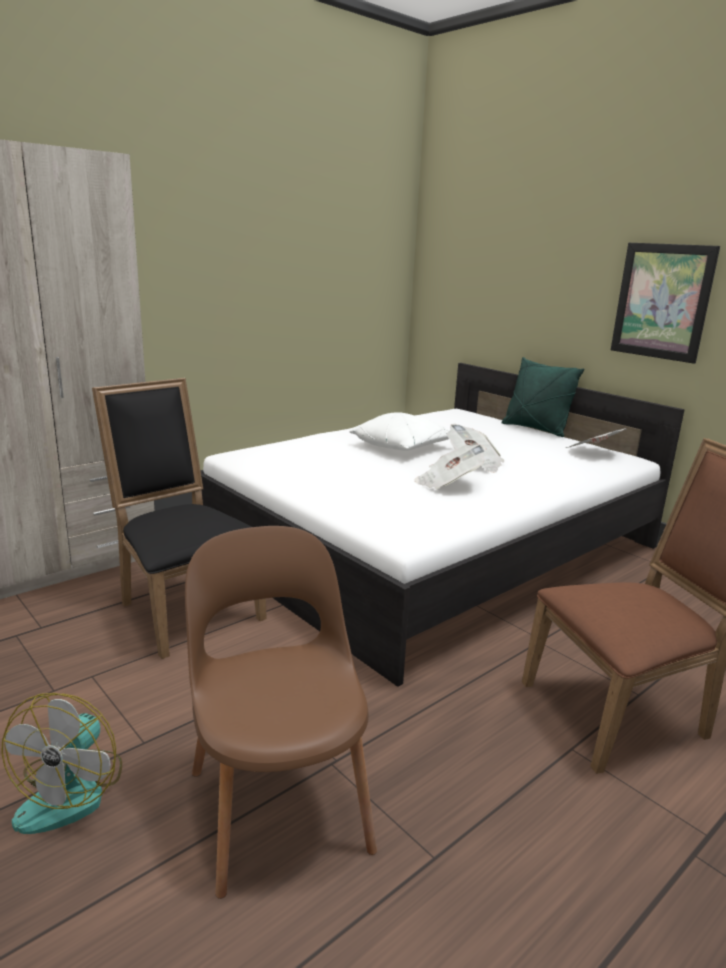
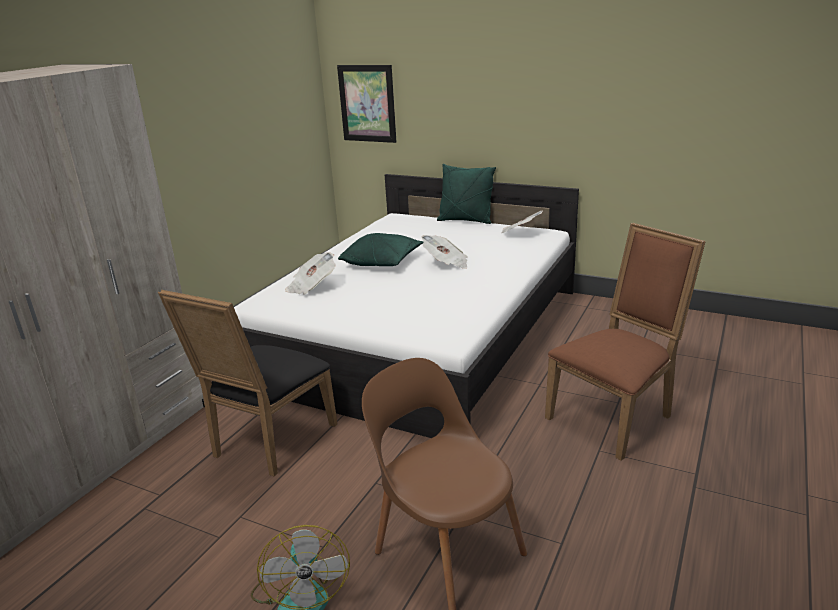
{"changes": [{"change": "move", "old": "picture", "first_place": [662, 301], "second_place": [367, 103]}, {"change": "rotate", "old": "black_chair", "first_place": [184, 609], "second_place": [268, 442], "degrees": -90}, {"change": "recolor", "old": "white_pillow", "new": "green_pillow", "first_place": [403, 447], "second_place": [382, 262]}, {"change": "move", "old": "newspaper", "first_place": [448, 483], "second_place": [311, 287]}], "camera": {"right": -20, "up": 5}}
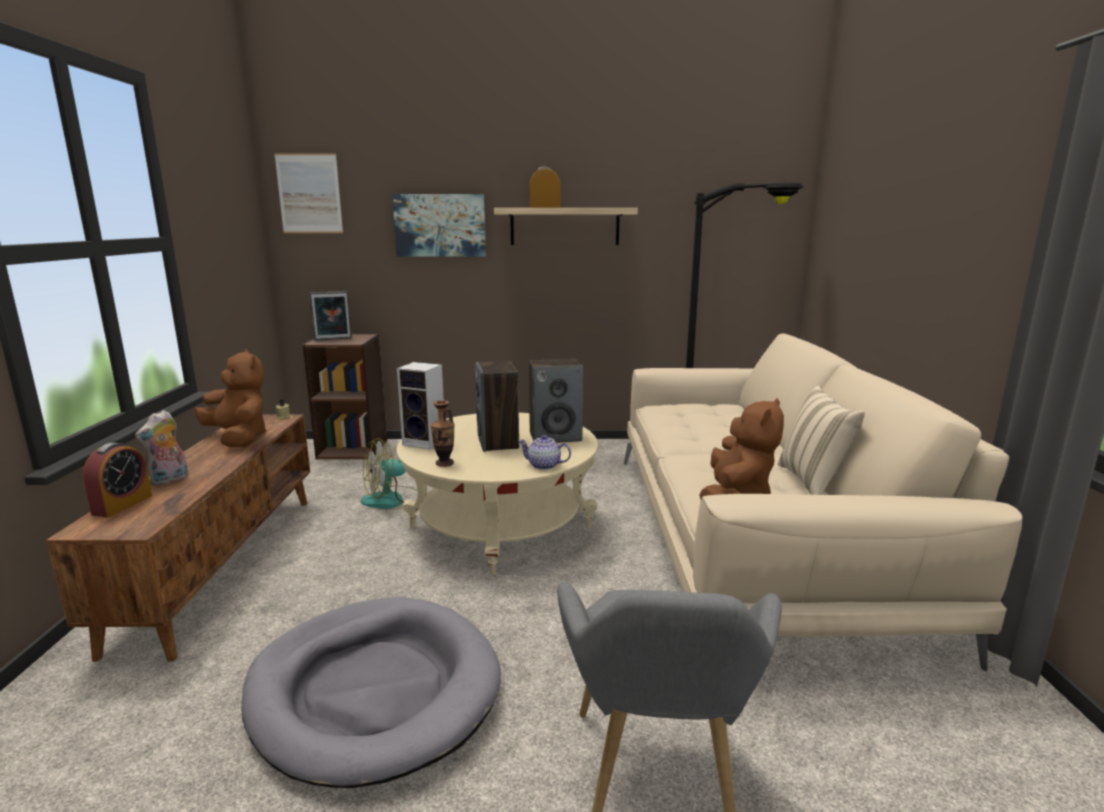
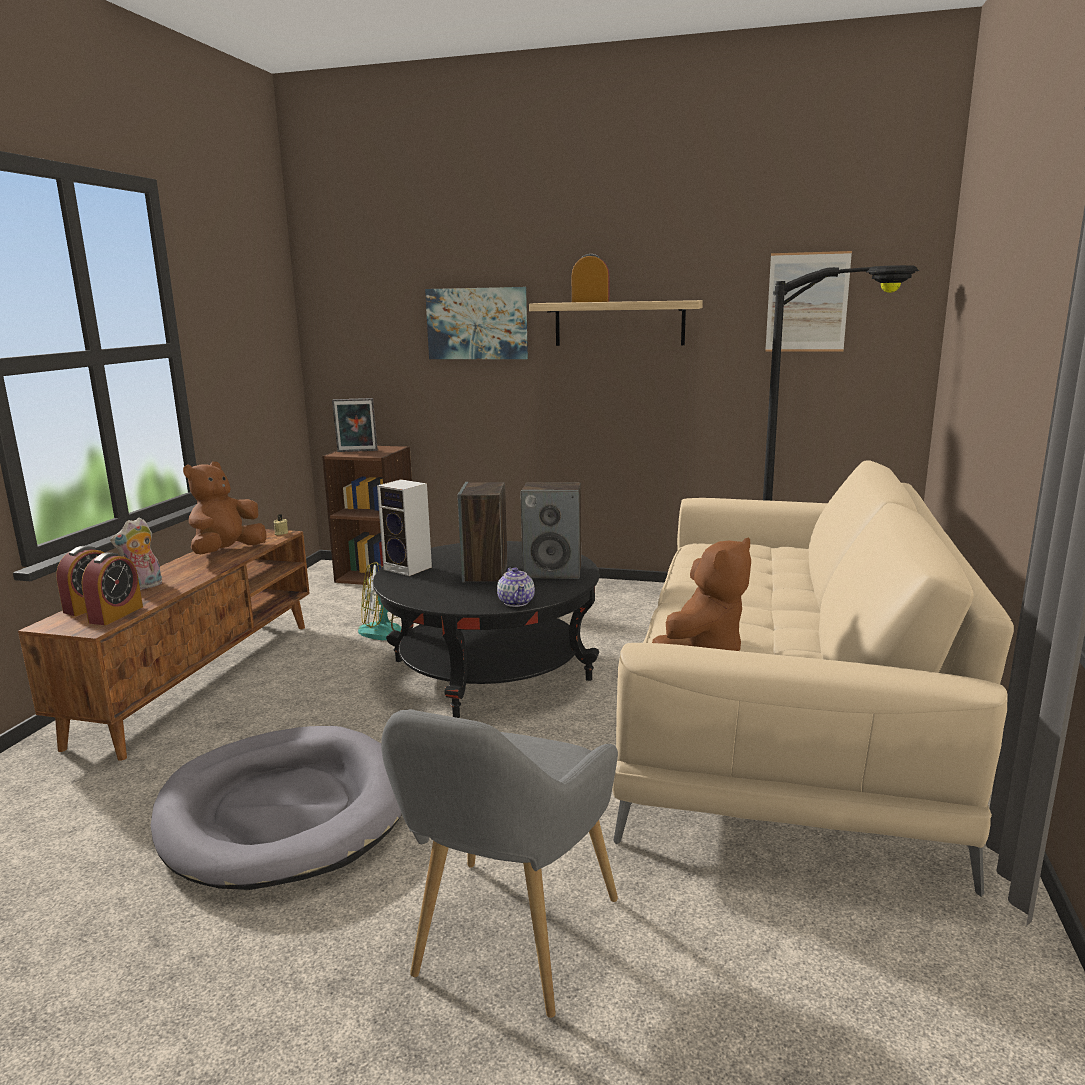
{"changes": [{"change": "move", "old": "picture", "first_place": [309, 193], "second_place": [807, 302]}, {"change": "rotate", "old": "brown_plush_toy", "first_place": [239, 439], "second_place": [227, 552], "degrees": -120}, {"change": "delete", "old": "beige_pillow", "first_place": [813, 482]}, {"change": "delete", "old": "vase", "first_place": [444, 463]}, {"change": "recolor", "old": "beige_coffee_table", "new": "black_coffee_table", "first_place": [500, 526], "second_place": [490, 670]}, {"change": "rotate", "old": "teapot", "first_place": [544, 465], "second_place": [516, 602], "degrees": -135}, {"change": "insert", "new": "alarm_clock", "second_place": [116, 614]}], "camera": {"right": 15, "up": 0}}
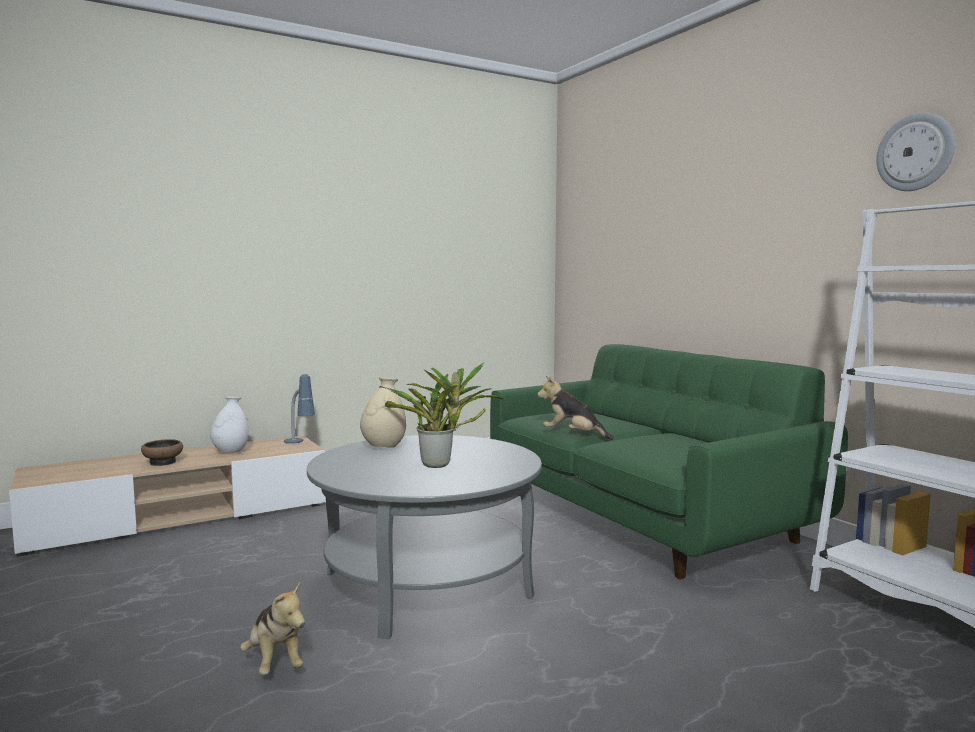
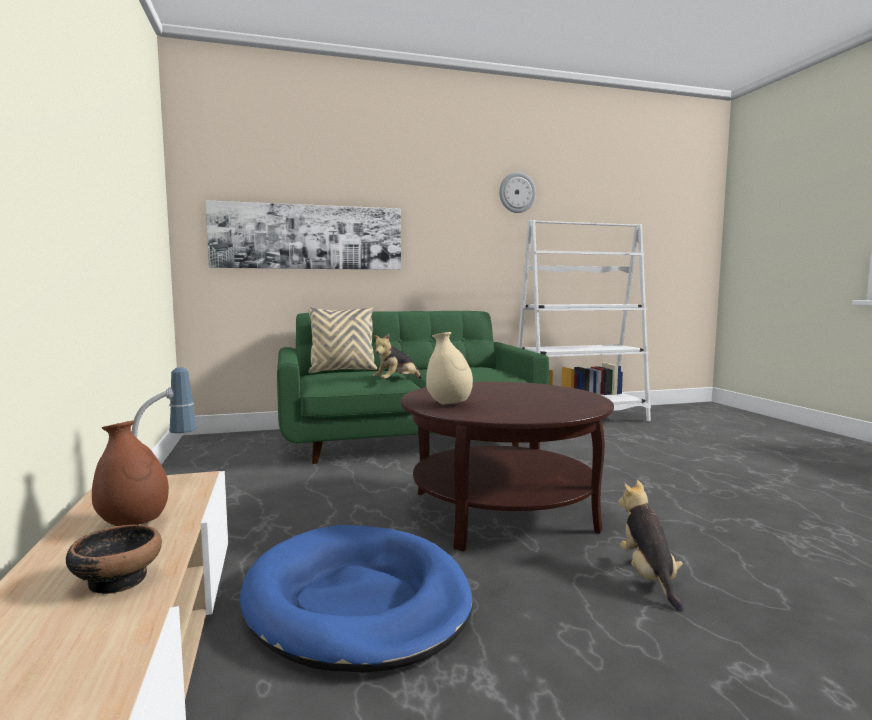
{"changes": [{"change": "delete", "old": "potted_plant", "first_place": [440, 465]}, {"change": "recolor", "old": "white_vase", "new": "brown_vase", "first_place": [230, 452], "second_place": [133, 524]}, {"change": "recolor", "old": "grey_coffee_table", "new": "brown_coffee_table", "first_place": [427, 584], "second_place": [503, 510]}, {"change": "rotate", "old": "plush_toy", "first_place": [275, 662], "second_place": [648, 576], "degrees": -75}, {"change": "insert", "new": "picture", "second_place": [308, 237]}, {"change": "insert", "new": "beige_pillow", "second_place": [342, 370]}, {"change": "insert", "new": "blue_dog_bed", "second_place": [357, 601]}], "camera": {"right": -75, "up": 0}}
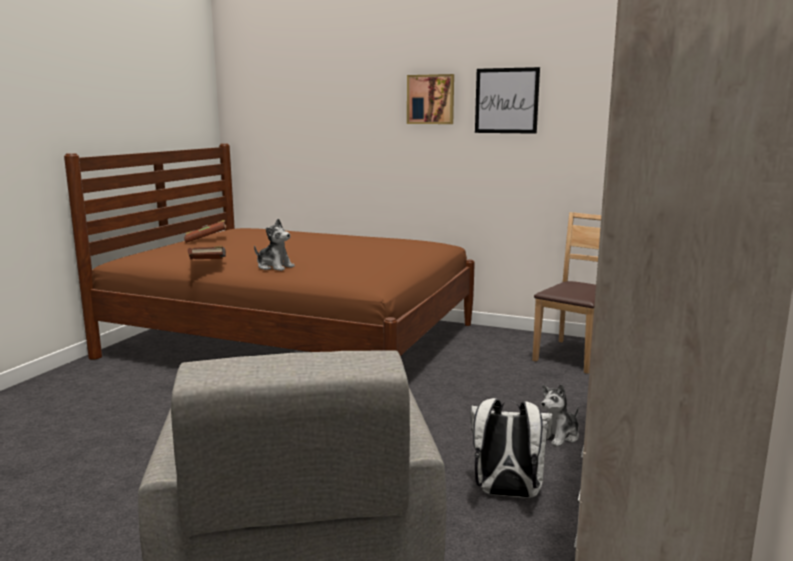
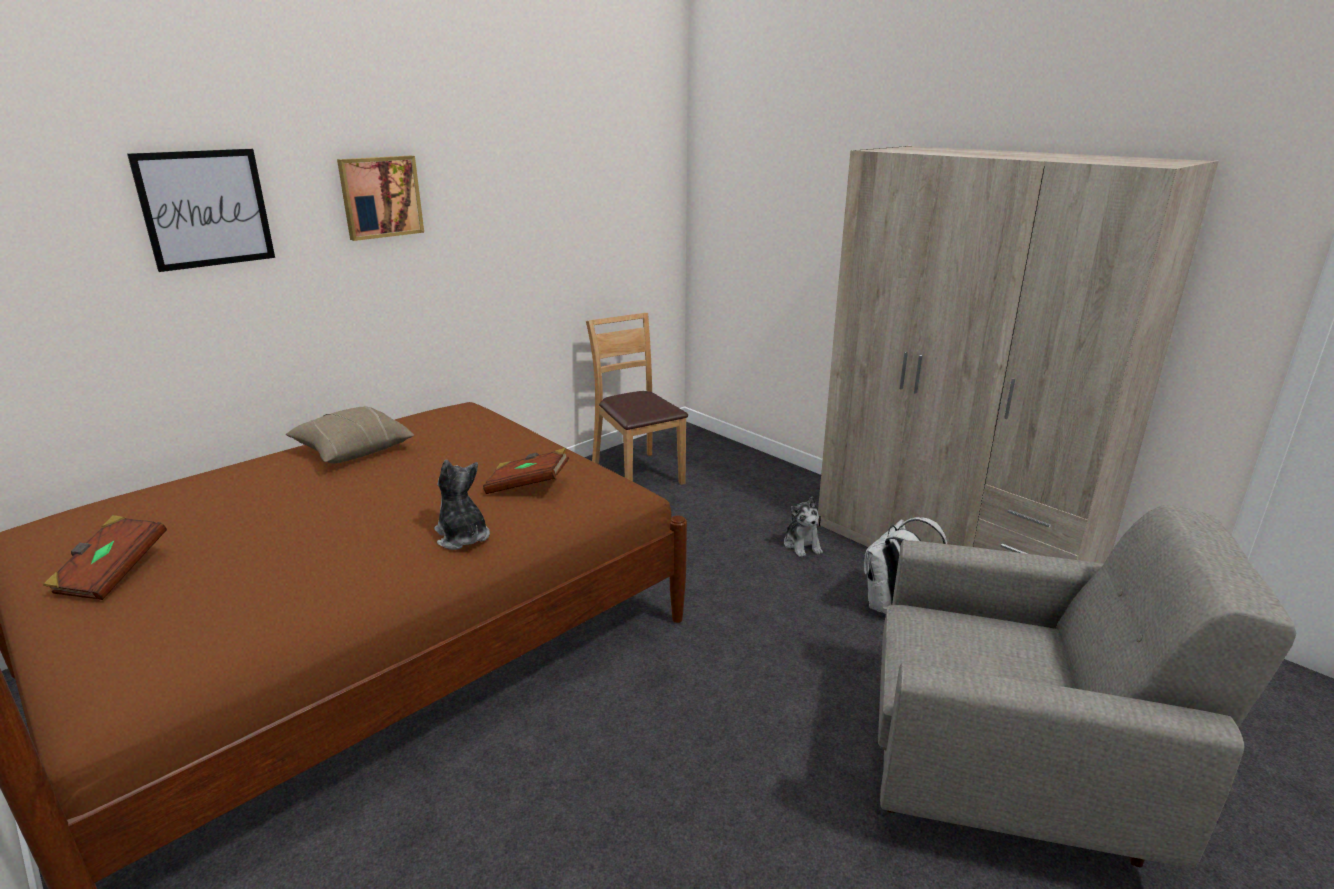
{"changes": [{"change": "move", "old": "picture", "first_place": [506, 101], "second_place": [205, 209]}, {"change": "rotate", "old": "plush_toy", "first_place": [274, 267], "second_place": [462, 537], "degrees": -90}, {"change": "move", "old": "brown_book", "first_place": [208, 264], "second_place": [528, 486]}, {"change": "insert", "new": "beige_pillow", "second_place": [353, 450]}], "camera": {"right": -65, "up": 10}}
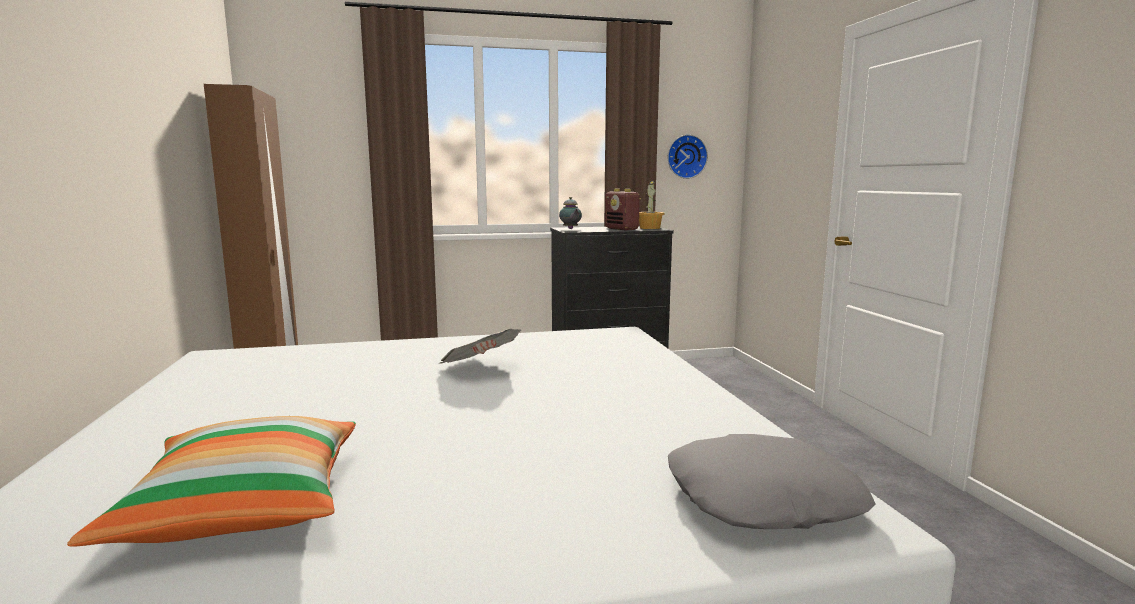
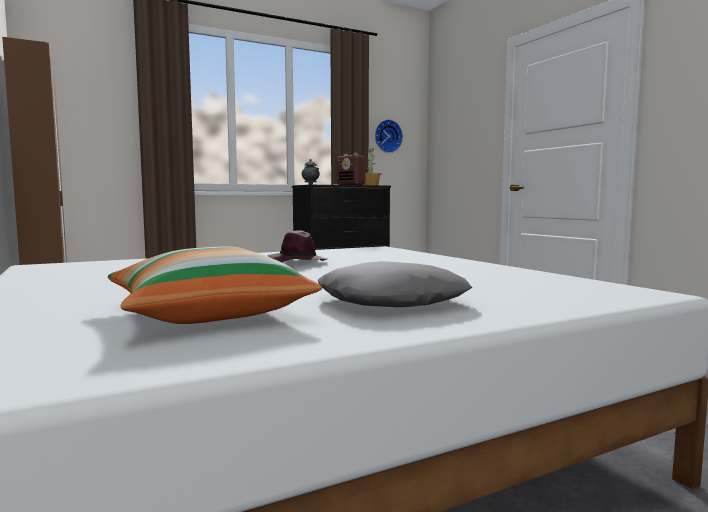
{"changes": [{"change": "replace", "old": "newspaper", "new": "purple_hat", "first_place": [480, 368], "second_place": [297, 262]}, {"change": "move", "old": "grey_pillow", "first_place": [761, 497], "second_place": [391, 301]}], "camera": {"right": -15, "up": -5}}
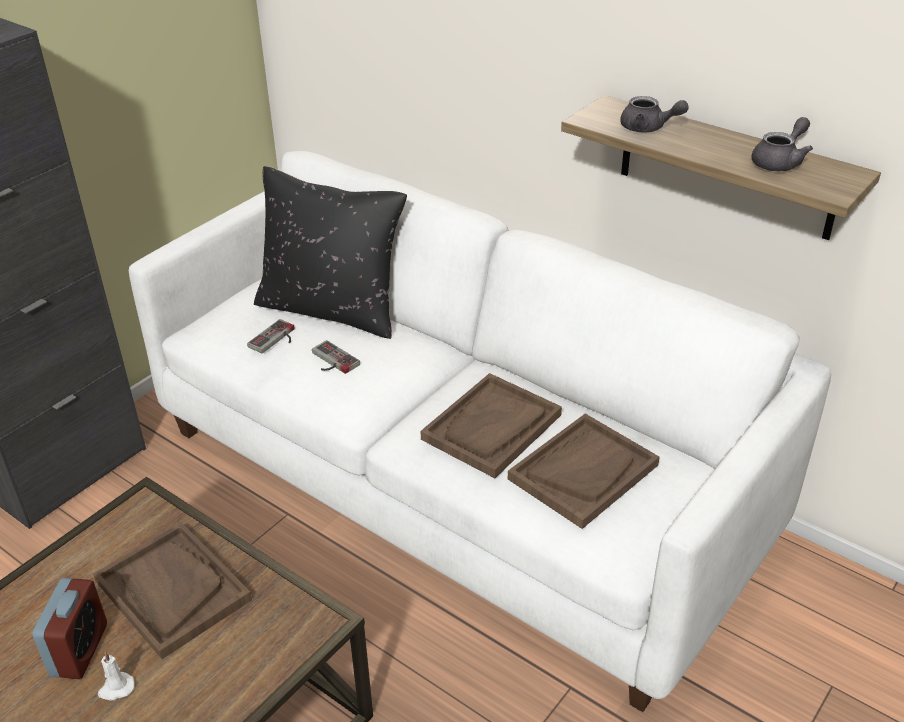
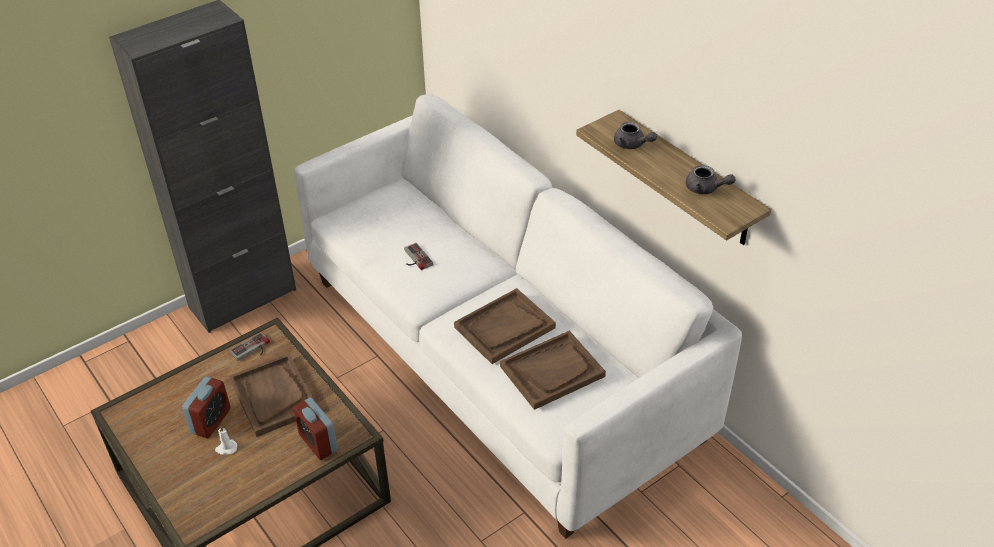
{"changes": [{"change": "rotate", "old": "grey_teapot", "first_place": [780, 162], "second_place": [706, 189], "degrees": 60}, {"change": "delete", "old": "black_pillow", "first_place": [332, 309]}, {"change": "move", "old": "game_controller", "first_place": [276, 339], "second_place": [252, 350]}, {"change": "insert", "new": "alarm_clock", "second_place": [318, 442]}], "camera": {"right": 15, "up": 5}}
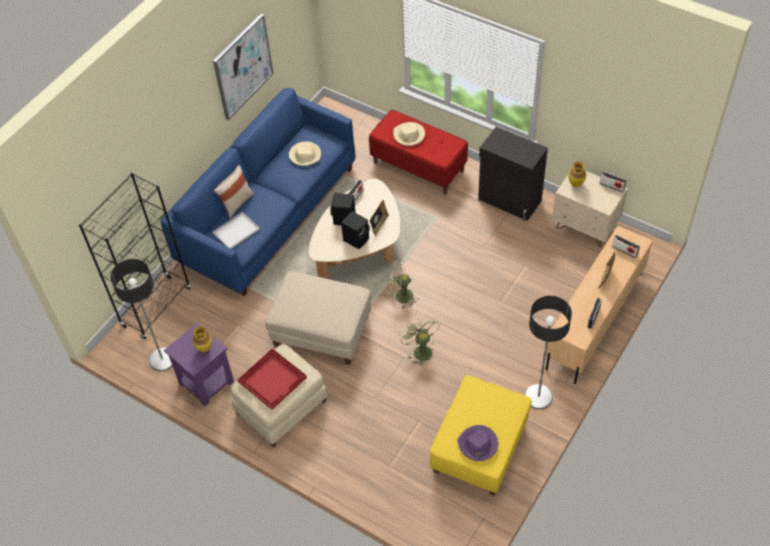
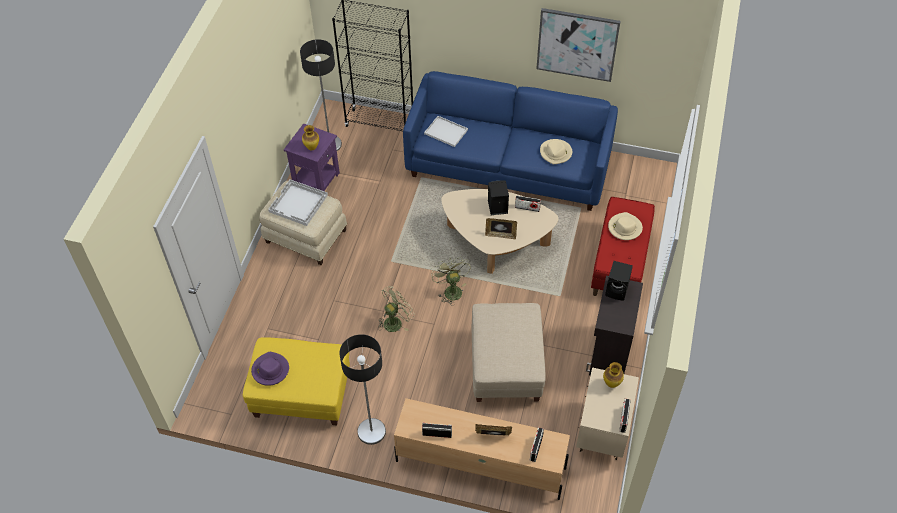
{"changes": [{"change": "delete", "old": "beige_pillow", "first_place": [236, 203]}, {"change": "move", "old": "black_speaker", "first_place": [357, 239], "second_place": [617, 290]}, {"change": "move", "old": "beige_ottoman", "first_place": [322, 332], "second_place": [506, 366]}, {"change": "recolor", "old": "red_tray", "new": "white_tray", "first_place": [273, 379], "second_place": [298, 204]}], "camera": {"right": 70, "up": 0}}
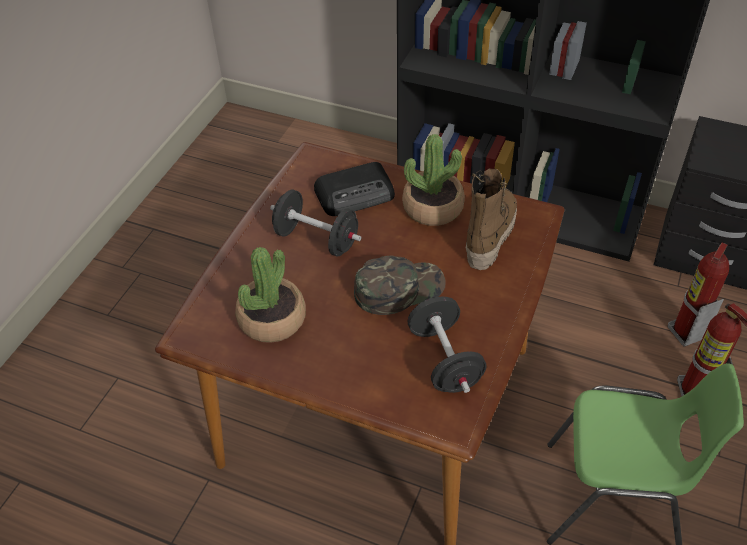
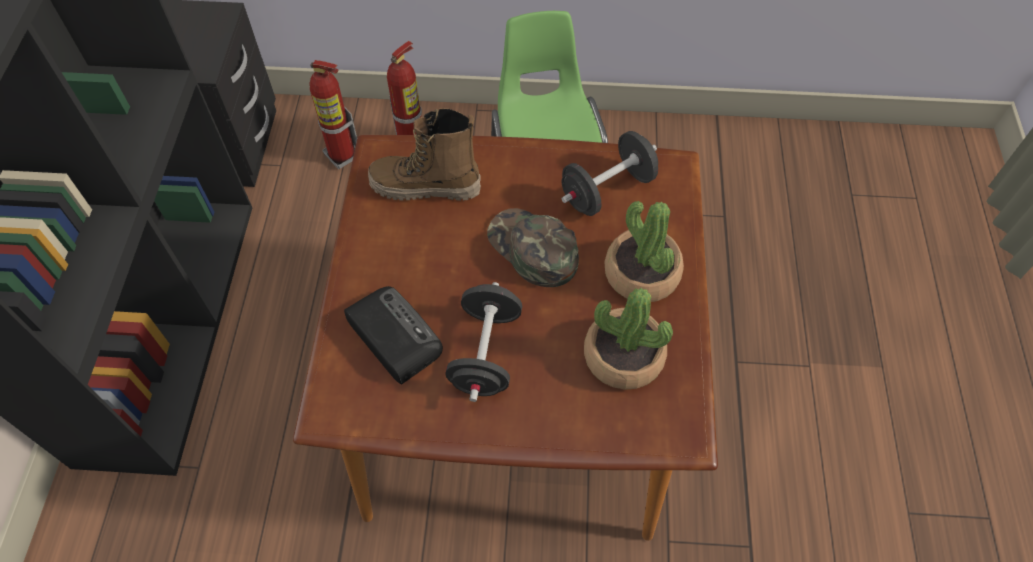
{"changes": [{"change": "move", "old": "potted_plant", "first_place": [433, 207], "second_place": [641, 274]}], "camera": {"right": -110, "up": 10}}
